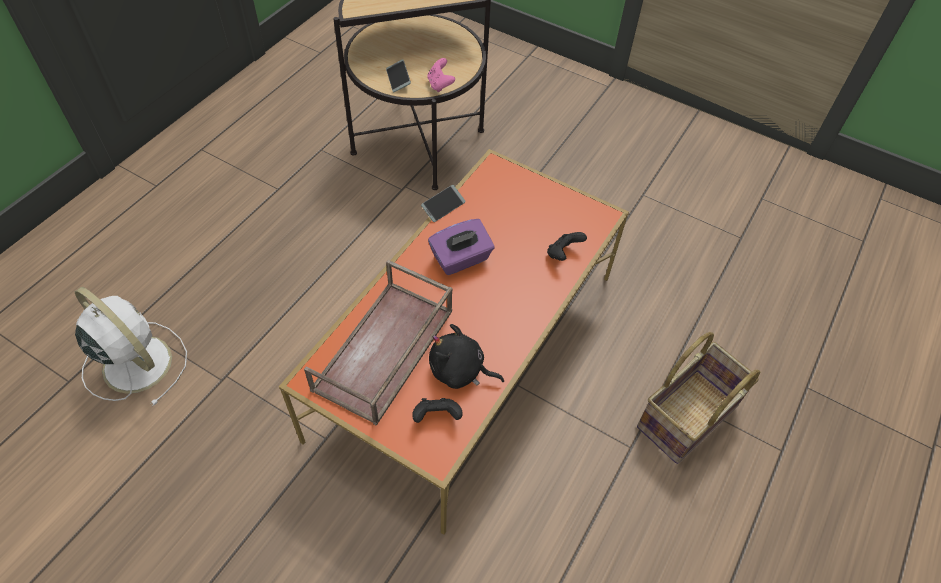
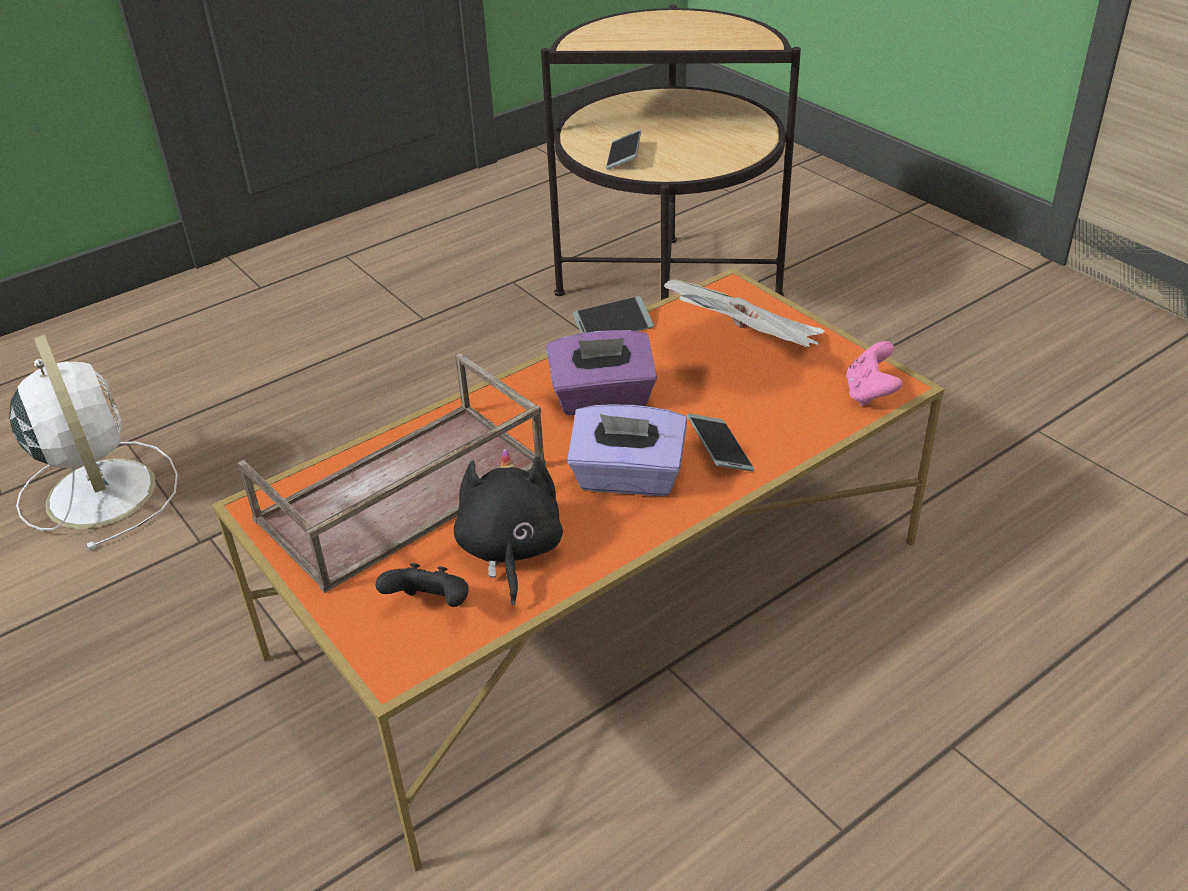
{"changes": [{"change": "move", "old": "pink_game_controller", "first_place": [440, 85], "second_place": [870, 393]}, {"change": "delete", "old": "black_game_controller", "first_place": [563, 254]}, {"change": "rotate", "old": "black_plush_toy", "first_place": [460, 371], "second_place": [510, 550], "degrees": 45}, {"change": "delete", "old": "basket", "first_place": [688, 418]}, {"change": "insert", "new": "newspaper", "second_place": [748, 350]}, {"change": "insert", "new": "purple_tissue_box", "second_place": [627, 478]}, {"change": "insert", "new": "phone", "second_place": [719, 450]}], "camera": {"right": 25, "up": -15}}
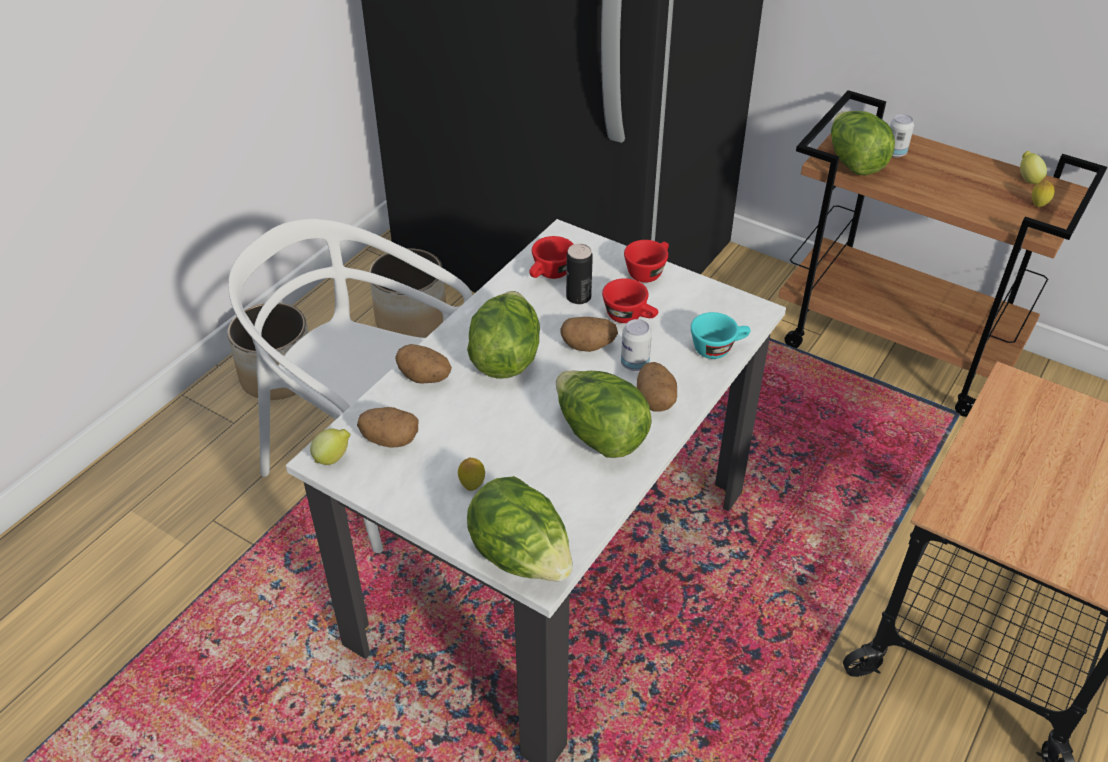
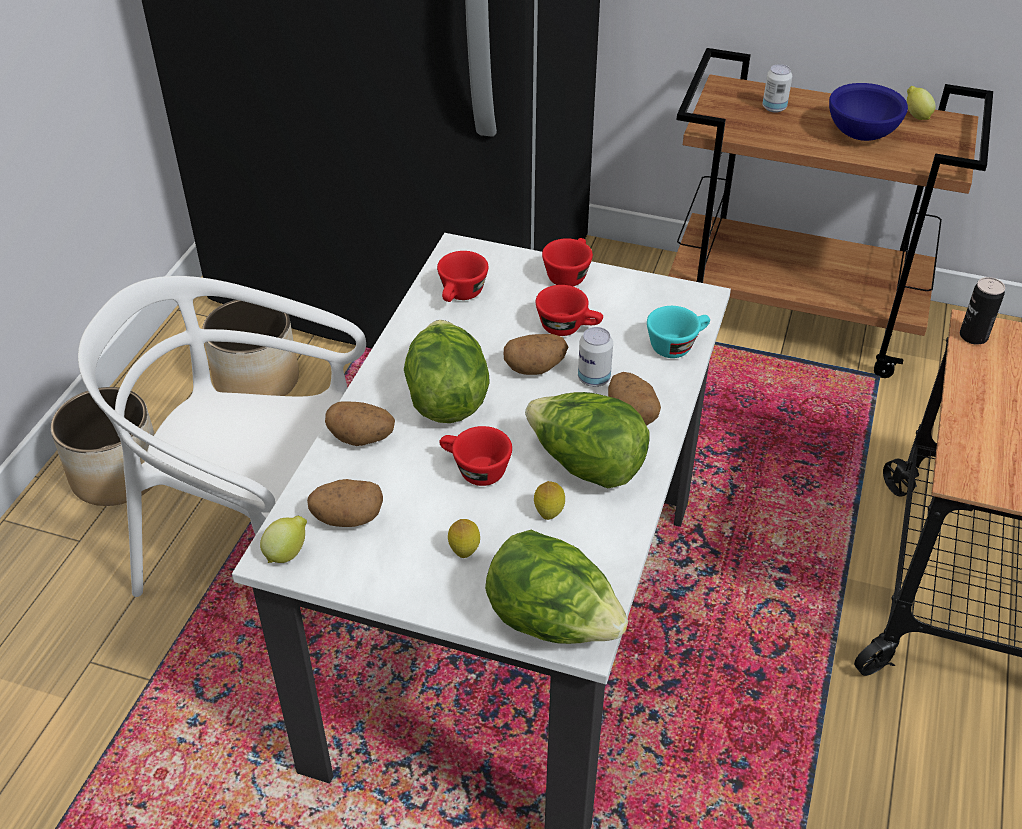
{"changes": [{"change": "delete", "old": "lettuce", "first_place": [854, 163]}, {"change": "move", "old": "lemon", "first_place": [1038, 205], "second_place": [549, 514]}, {"change": "move", "old": "can", "first_place": [578, 297], "second_place": [973, 336]}, {"change": "insert", "new": "blue_bowl", "second_place": [861, 133]}, {"change": "insert", "new": "red_cup", "second_place": [474, 470]}], "camera": {"right": -15, "up": 0}}
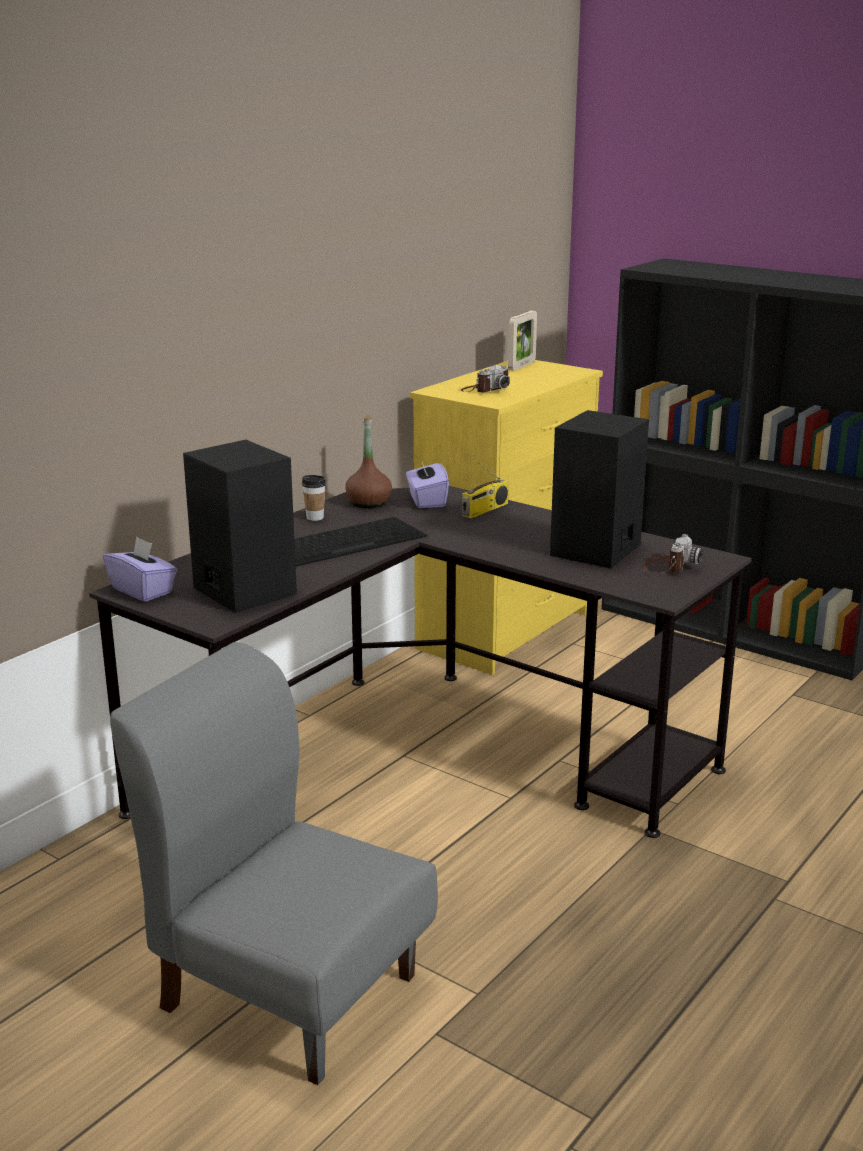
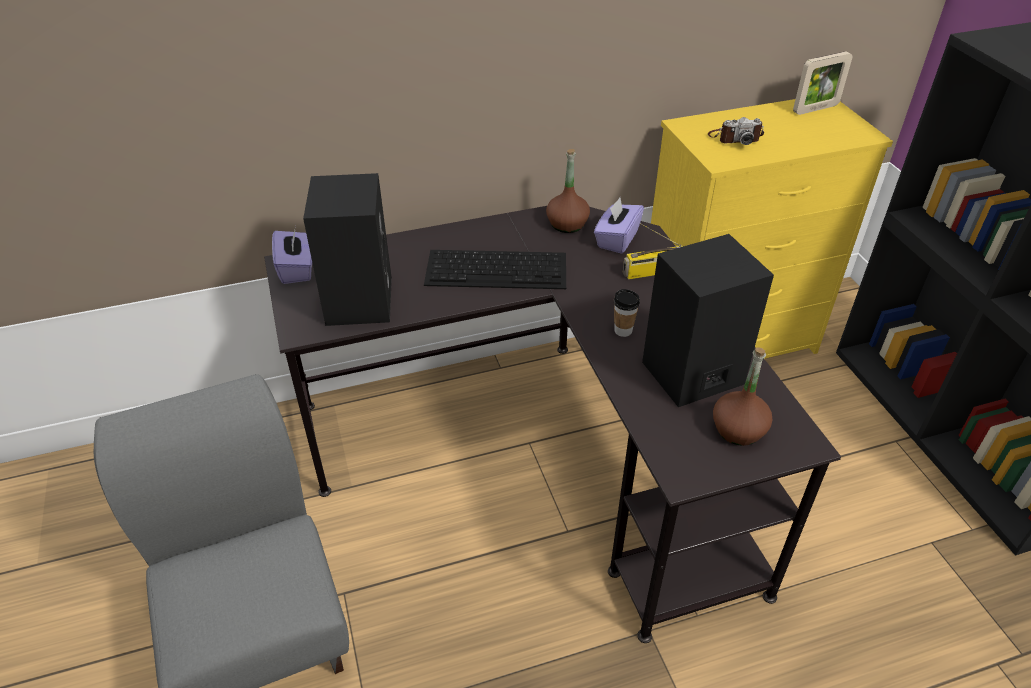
{"changes": [{"change": "move", "old": "cup", "first_place": [315, 518], "second_place": [623, 330]}, {"change": "replace", "old": "photo_camera", "new": "brown_bottle", "first_place": [668, 566], "second_place": [738, 429]}], "camera": {"right": 35, "up": 20}}
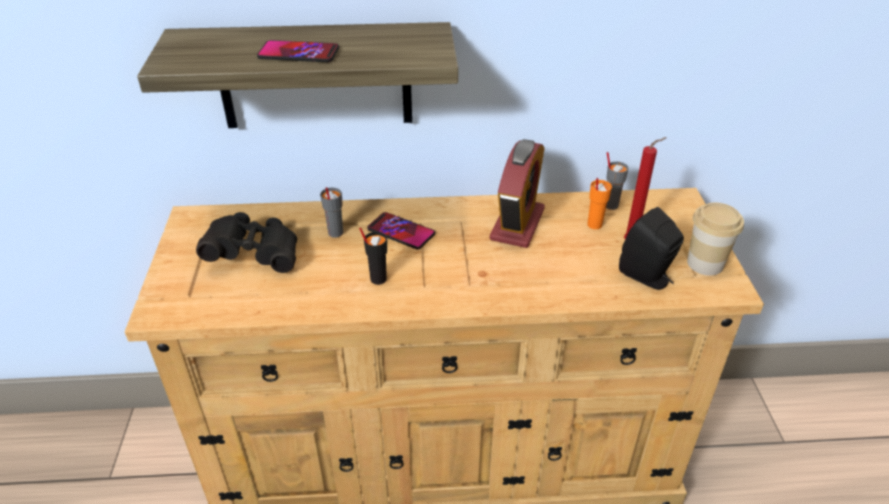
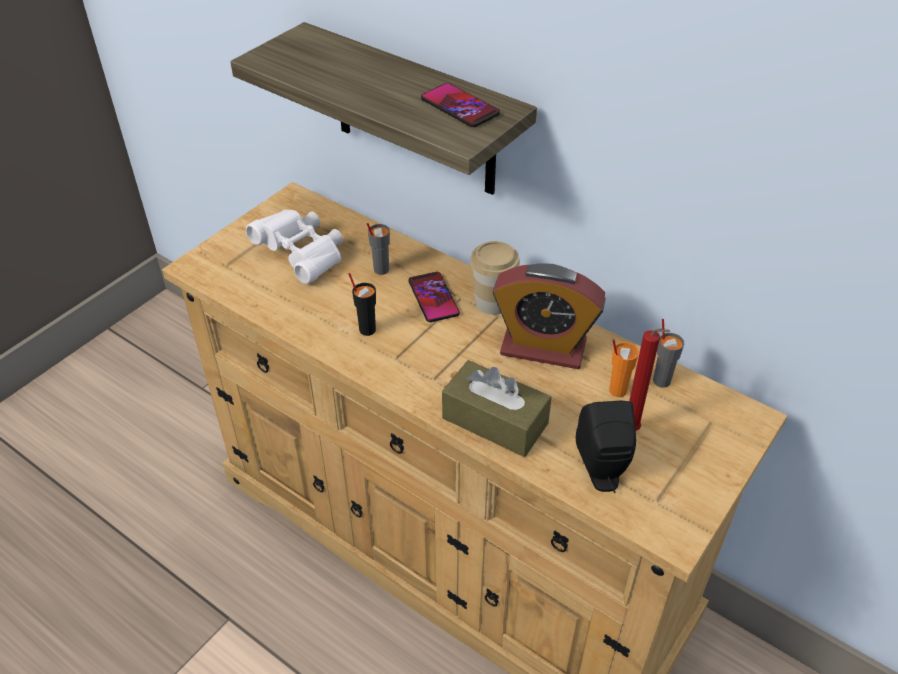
{"changes": [{"change": "move", "old": "phone", "first_place": [298, 53], "second_place": [459, 107]}, {"change": "rotate", "old": "alarm_clock", "first_place": [517, 224], "second_place": [543, 348], "degrees": 45}, {"change": "move", "old": "cup", "first_place": [705, 264], "second_place": [493, 302]}, {"change": "recolor", "old": "black_binoculars", "new": "white_binoculars", "first_place": [255, 255], "second_place": [303, 256]}, {"change": "insert", "new": "brown_tissue_box", "second_place": [495, 421]}], "camera": {"right": 40, "up": 5}}
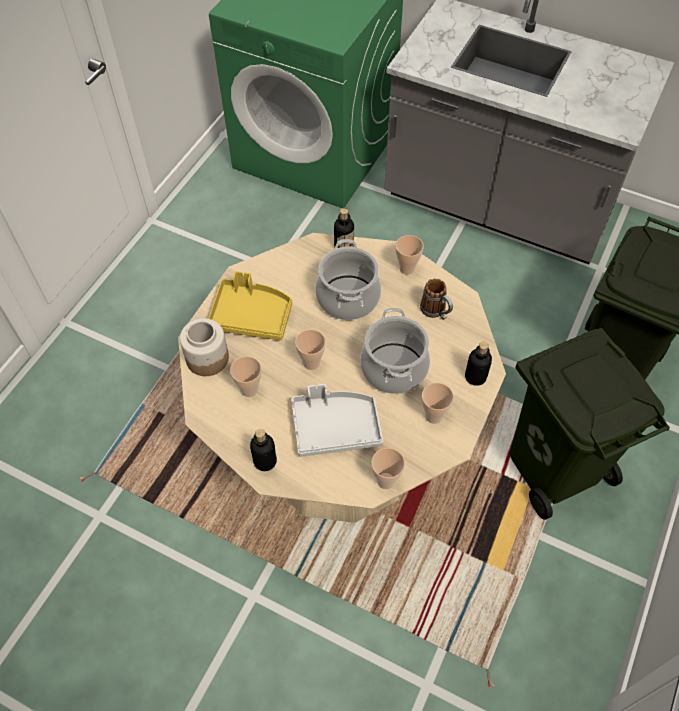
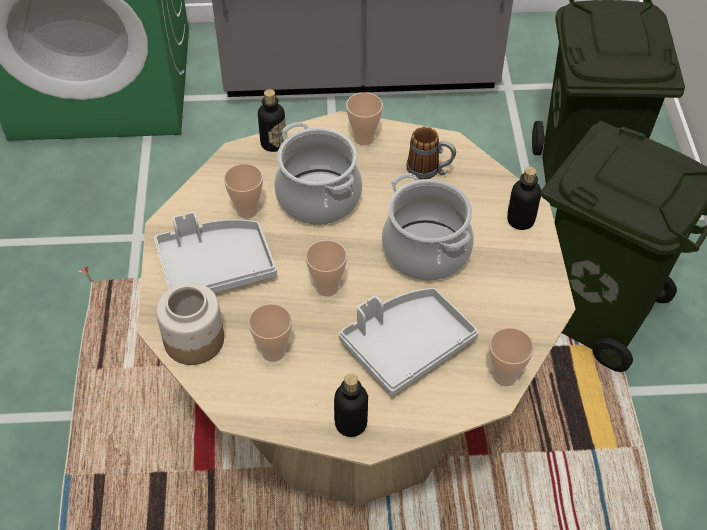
{"changes": [{"change": "recolor", "old": "yellow_tray", "new": "grey_tray", "first_place": [251, 316], "second_place": [215, 266]}, {"change": "move", "old": "cup", "first_place": [433, 416], "second_place": [247, 210]}], "camera": {"right": -30, "up": -5}}
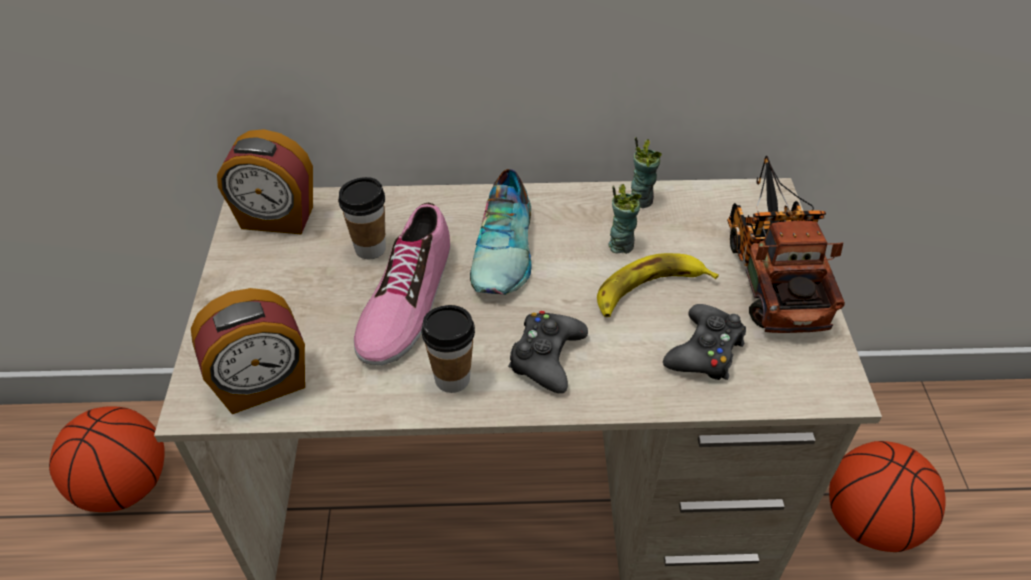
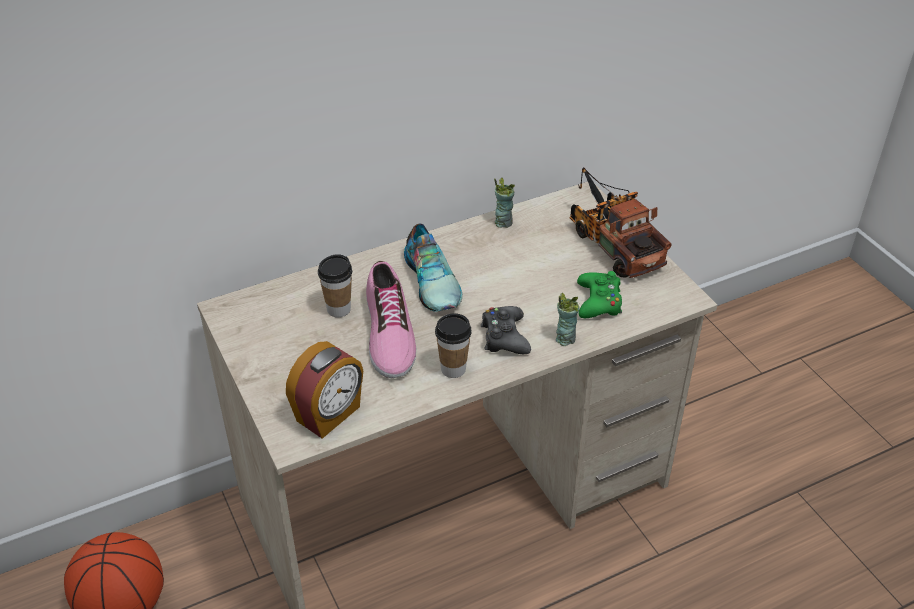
{"changes": [{"change": "delete", "old": "alarm_clock", "first_place": [277, 219]}, {"change": "move", "old": "cup", "first_place": [620, 245], "second_place": [565, 338]}, {"change": "delete", "old": "banana", "first_place": [649, 290]}, {"change": "recolor", "old": "black_game_controller", "new": "green_game_controller", "first_place": [705, 351], "second_place": [599, 302]}, {"change": "delete", "old": "basketball", "first_place": [868, 521]}], "camera": {"right": -25, "up": -5}}
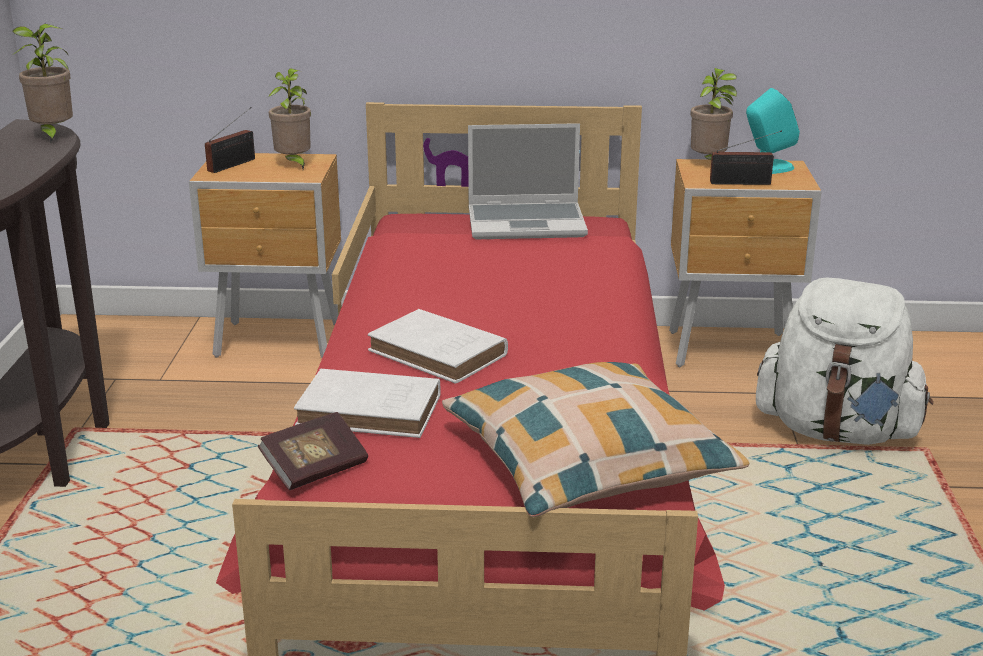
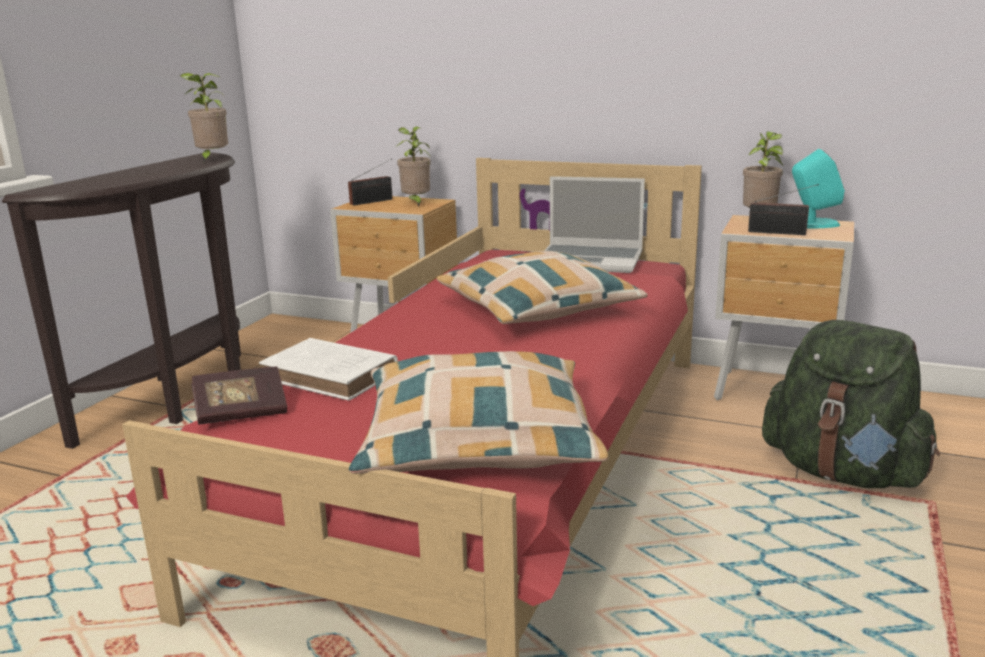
{"changes": [{"change": "recolor", "old": "white_backpack", "new": "green_backpack", "first_place": [836, 431], "second_place": [843, 472]}, {"change": "delete", "old": "white_book", "first_place": [440, 354]}, {"change": "insert", "new": "pillow", "second_place": [537, 307]}], "camera": {"right": 20, "up": -5}}
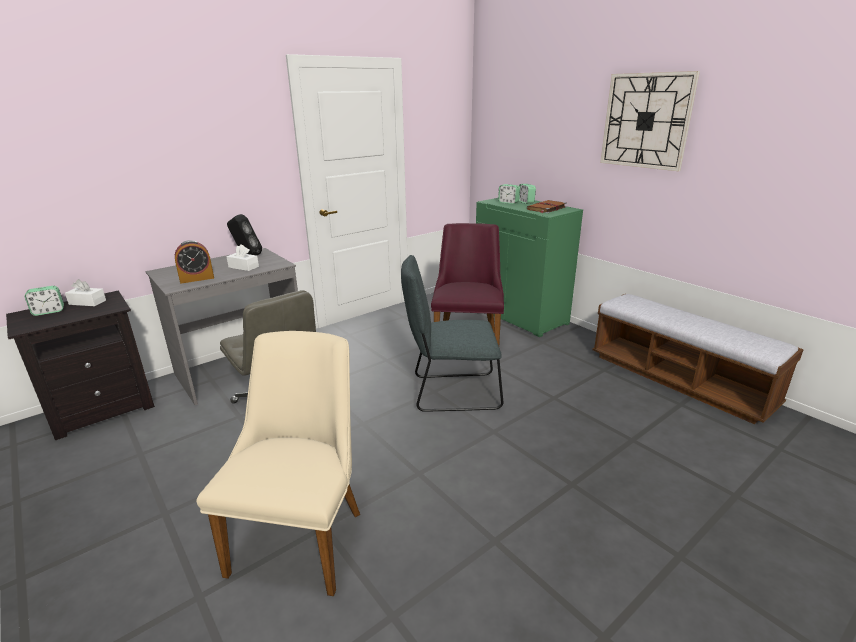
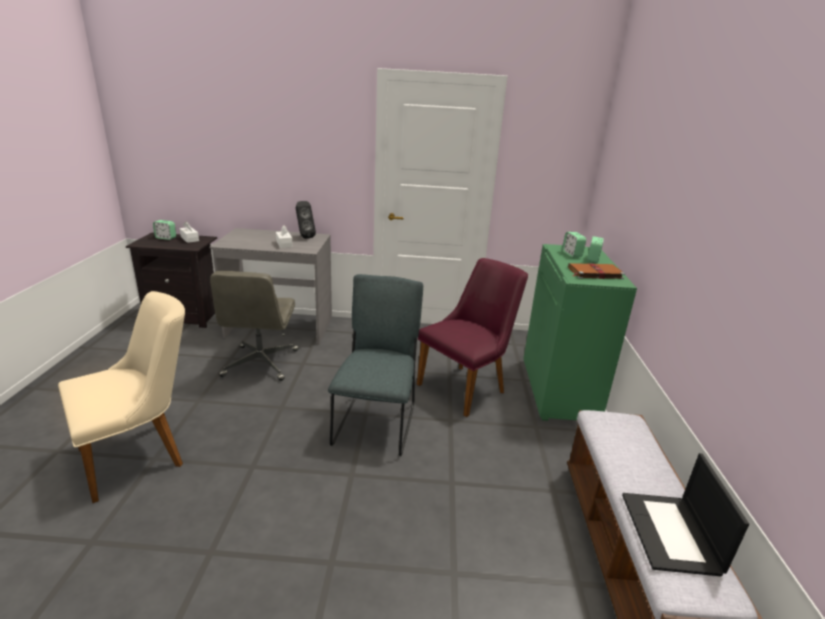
{"changes": [{"change": "delete", "old": "wall_clock", "first_place": [646, 121]}, {"change": "delete", "old": "alarm_clock", "first_place": [197, 278]}, {"change": "rotate", "old": "grey_chair", "first_place": [451, 392], "second_place": [376, 422], "degrees": 60}, {"change": "insert", "new": "laptop", "second_place": [671, 533]}], "camera": {"right": 40, "up": 0}}
